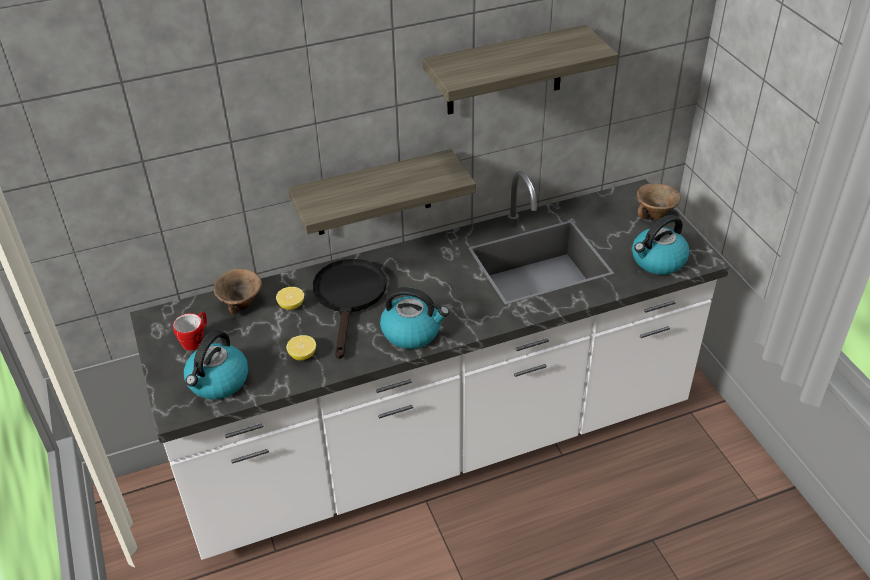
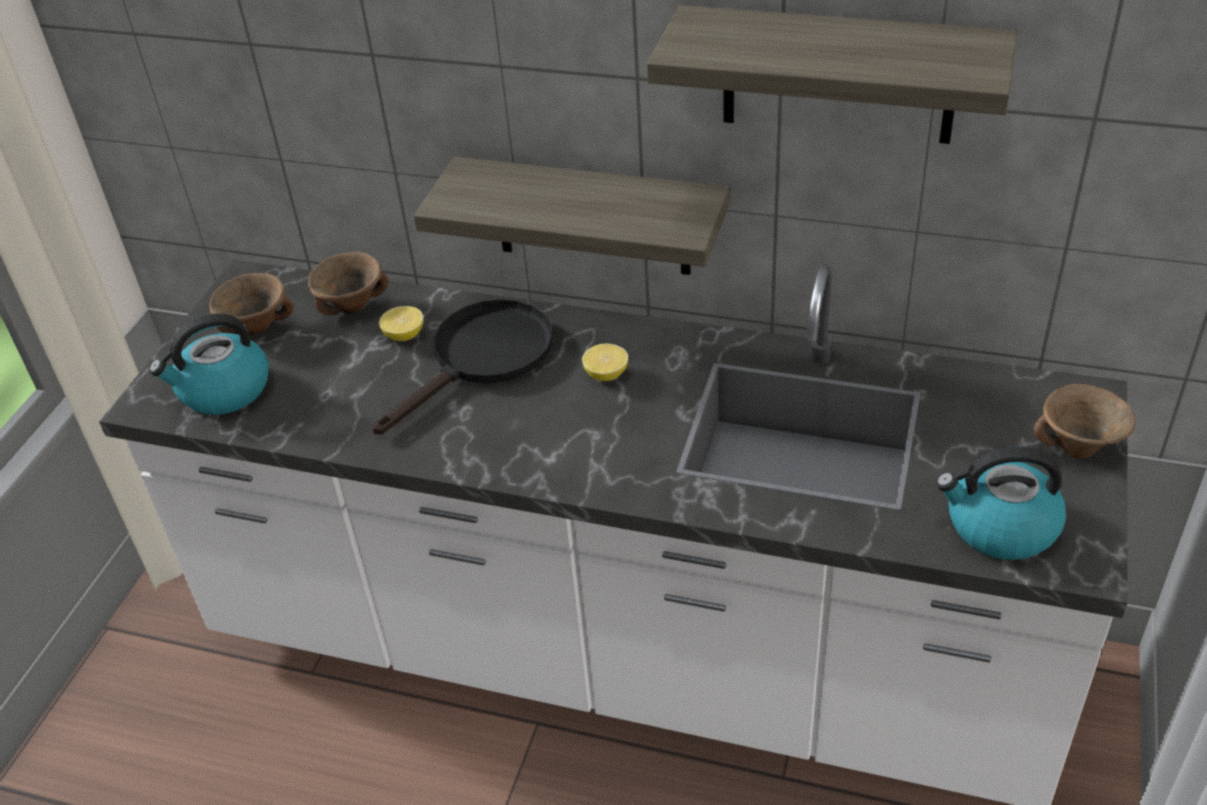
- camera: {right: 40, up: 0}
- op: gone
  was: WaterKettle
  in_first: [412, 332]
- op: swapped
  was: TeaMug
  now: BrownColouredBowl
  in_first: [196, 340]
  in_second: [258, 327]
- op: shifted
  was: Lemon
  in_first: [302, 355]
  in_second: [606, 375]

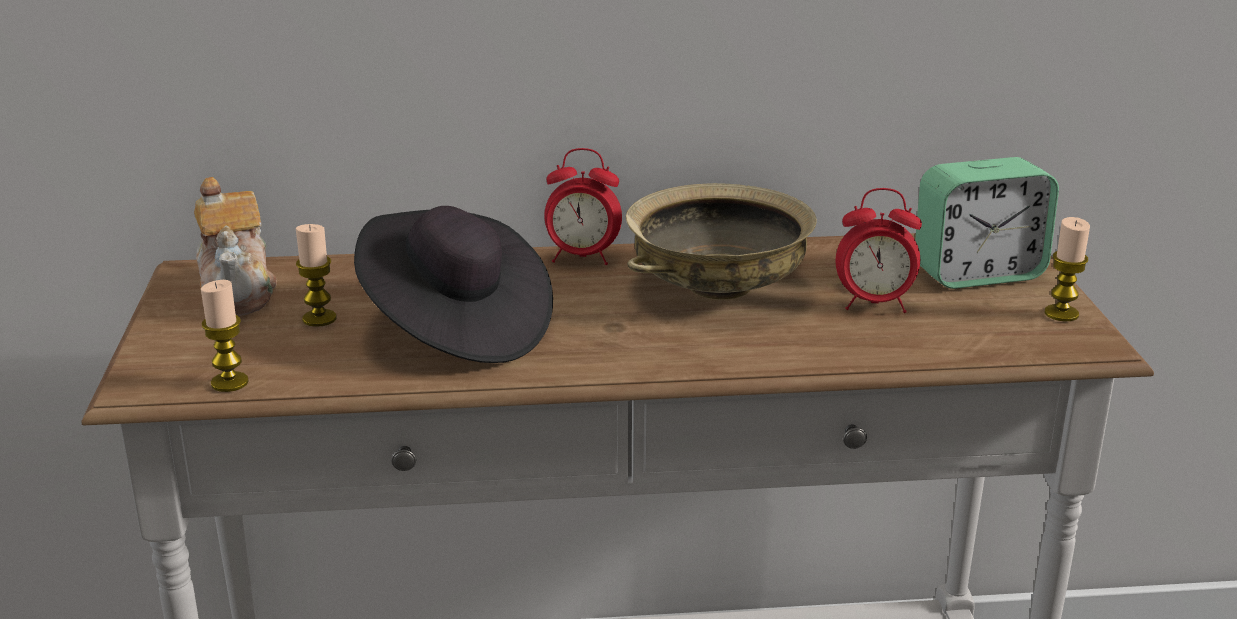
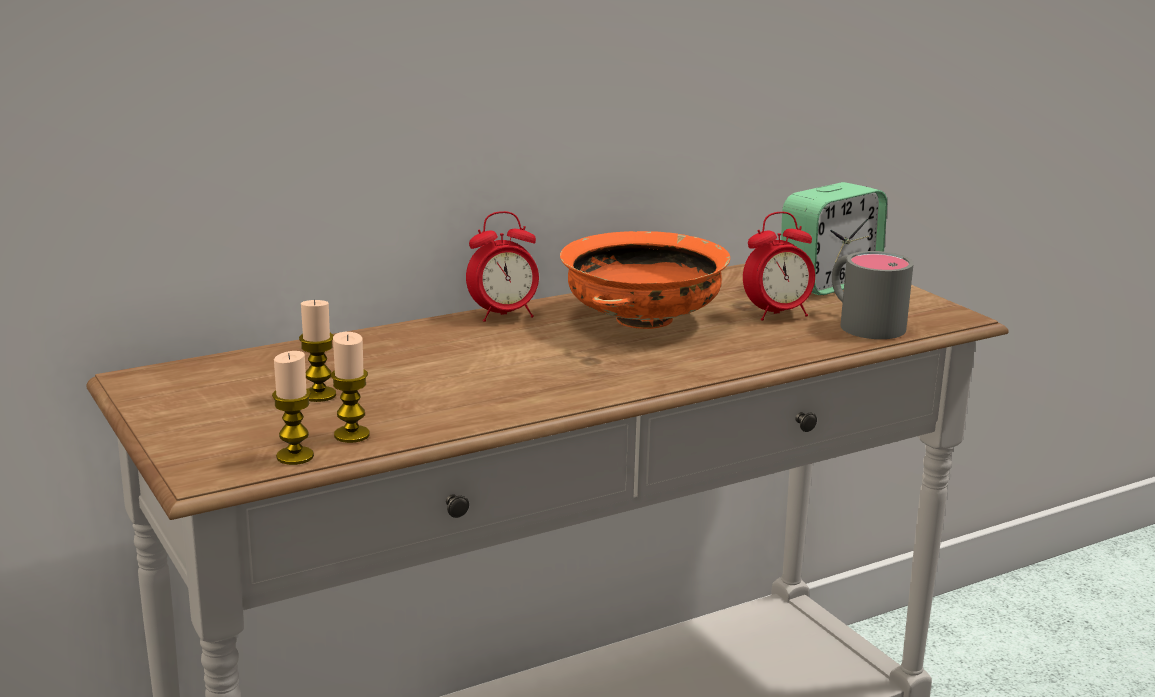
- camera: {right: -25, up: -5}
- op: gone
  was: Teapot
  in_first: [238, 292]
- op: repainted
  was: BeigeBowl
  now: OrangeyBowl
  in_first: [717, 287]
  in_second: [642, 320]
- op: gone
  was: BlackColouredClothingHat
  in_first: [455, 327]
- op: shifted
  was: WaxLight
  in_first: [1061, 314]
  in_second: [351, 435]
- op: new
  now: GrayTeaMug
  in_second: [862, 322]

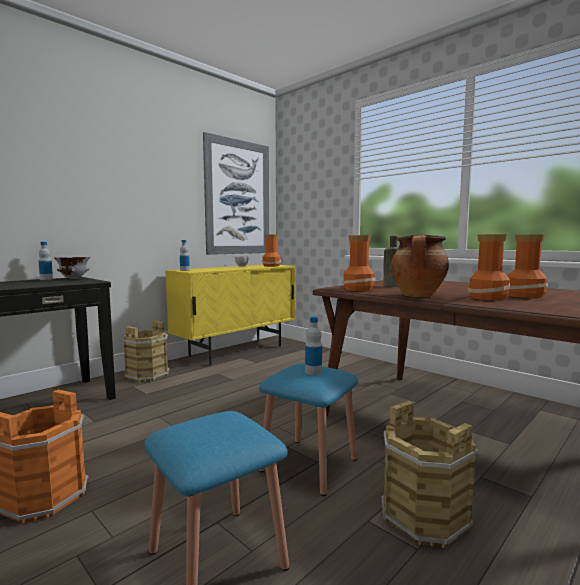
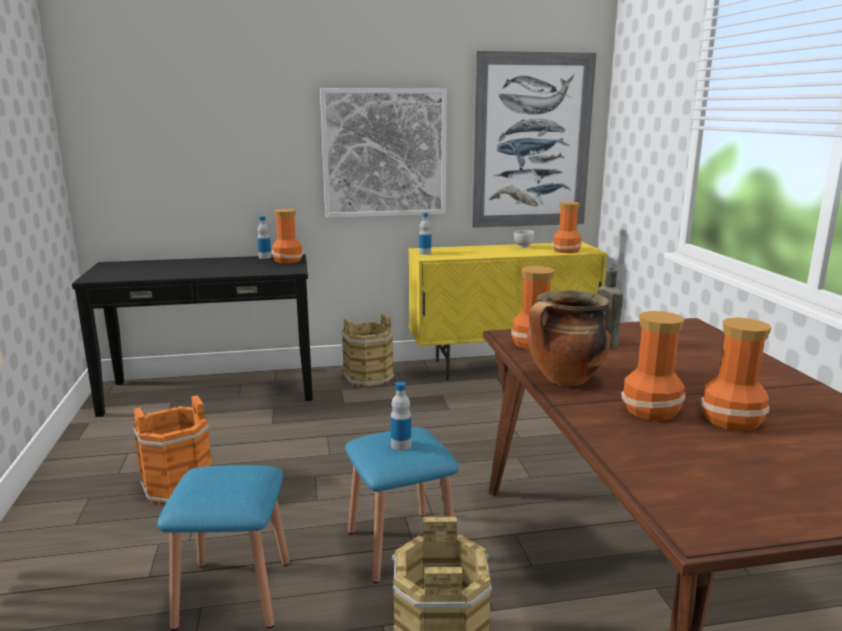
- camera: {right: 35, up: 10}
- op: swapped
  was: GrayBowl
  now: Vase
  in_first: [73, 279]
  in_second: [287, 260]
- op: new
  now: Picture
  in_second: [384, 153]

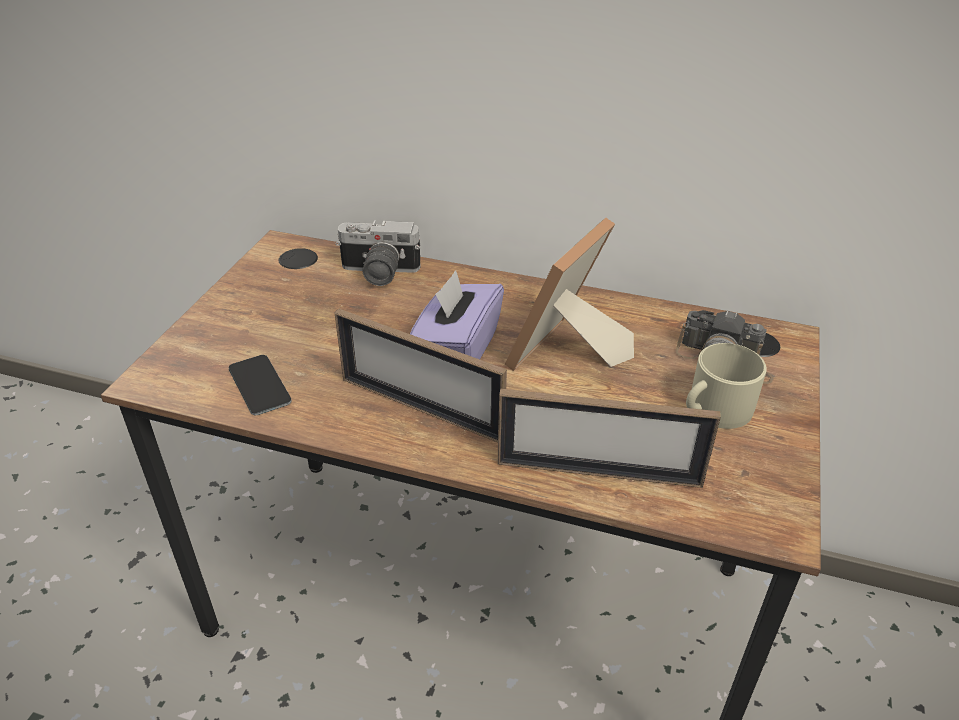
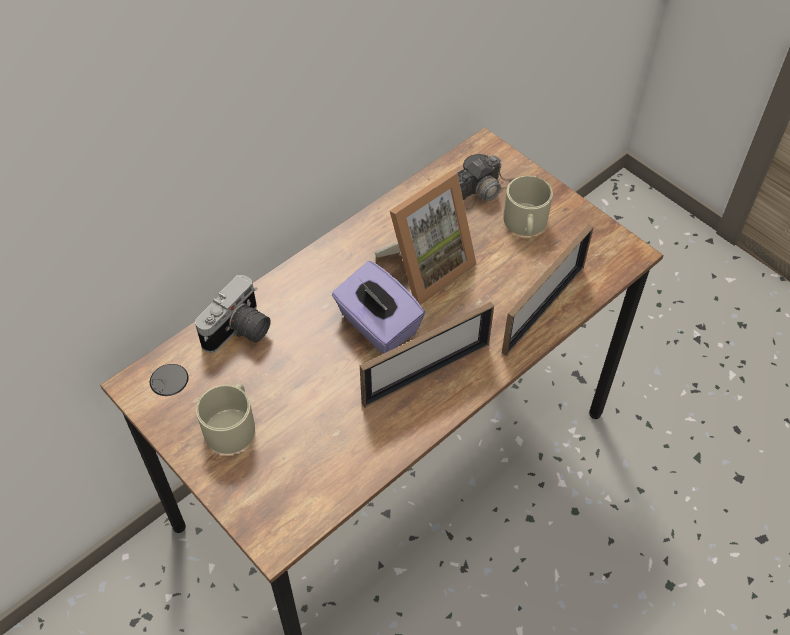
- camera: {right: -60, up: 15}
- op: rotated
  was: StandingFrame
  in_first: [566, 355]
  in_second: [425, 267]
  clockwise: -105
- op: gone
  was: Handset
  in_first: [259, 385]
- op: new
  now: BeigeTeaMug
  in_second: [232, 425]

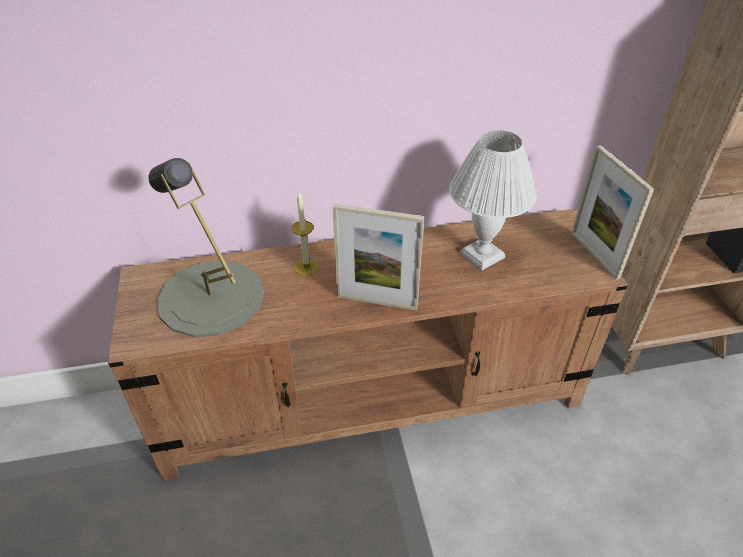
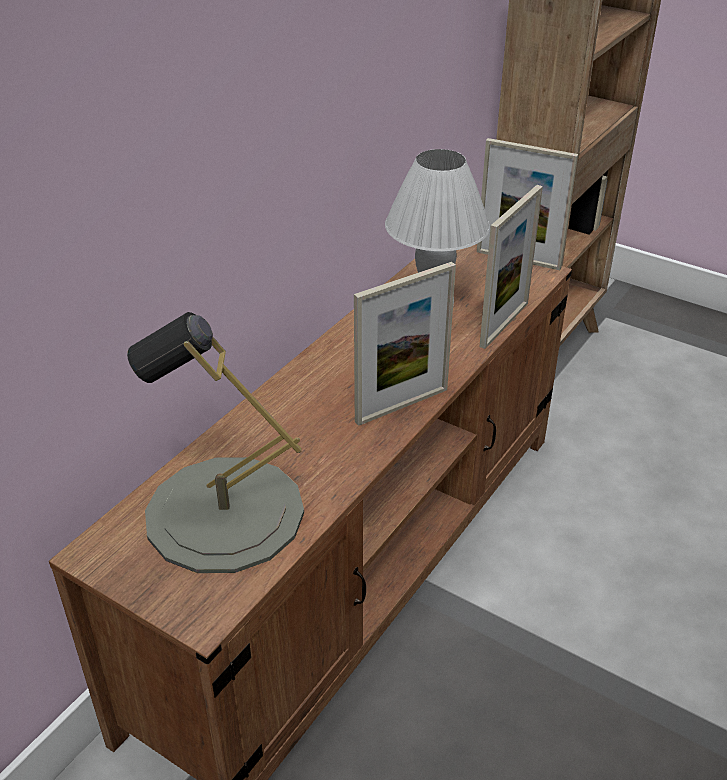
- camera: {right: -45, up: -5}
- op: gone
  was: WaxLight
  in_first: [306, 267]
- op: new
  now: StandingFrame
  in_second: [504, 324]

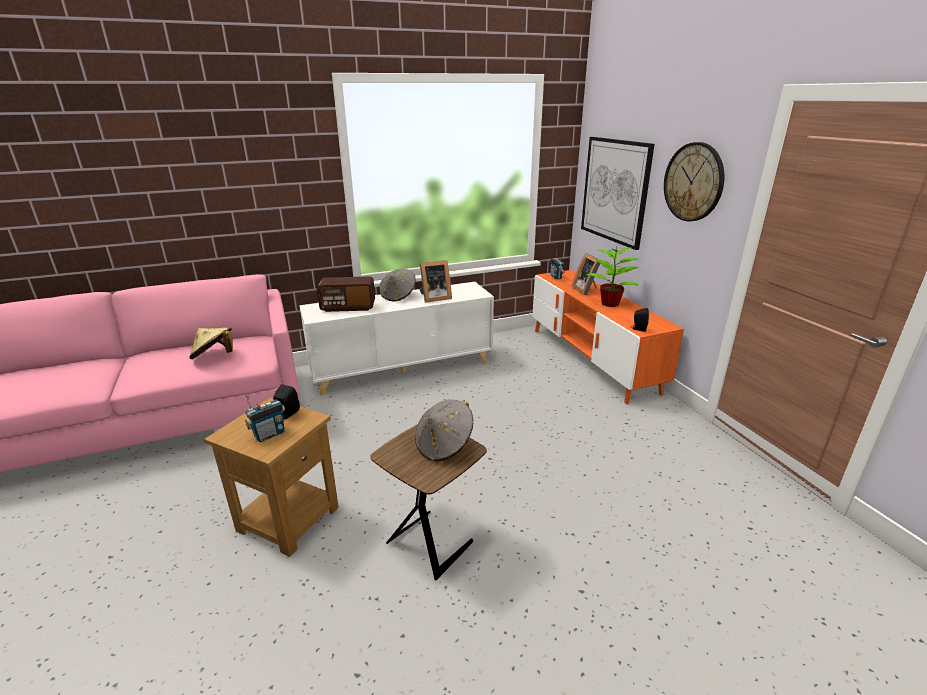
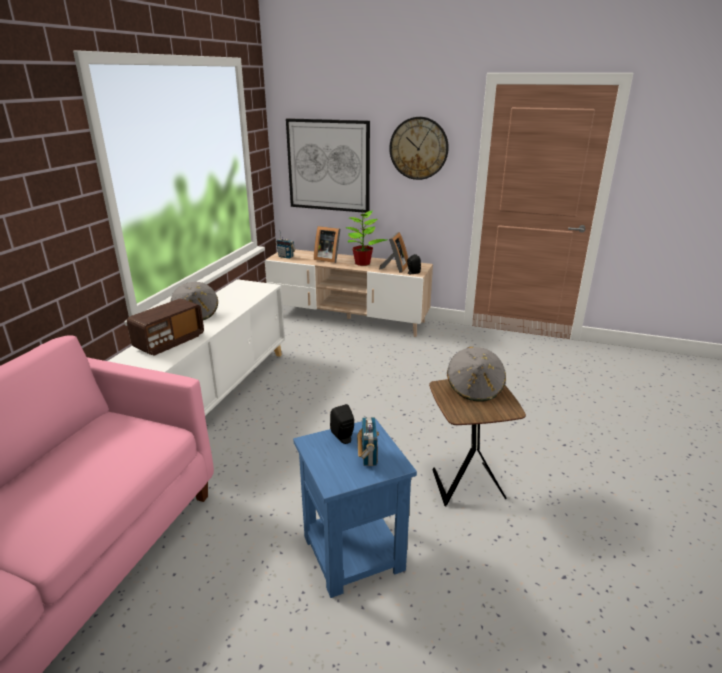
- camera: {right: -50, up: 0}
- op: shifted
  was: StandingFrame
  in_first: [434, 298]
  in_second: [395, 268]
- op: repainted
  was: OrangeyMediaConsole
  now: BeigeMediaConsole
  in_first: [591, 359]
  in_second: [348, 318]
- op: gone
  was: BeigeClothingHat
  in_first: [214, 356]
- op: repainted
  was: BrownColouredEndTable
  now: BlueEndTable
  in_first: [289, 518]
  in_second: [352, 552]

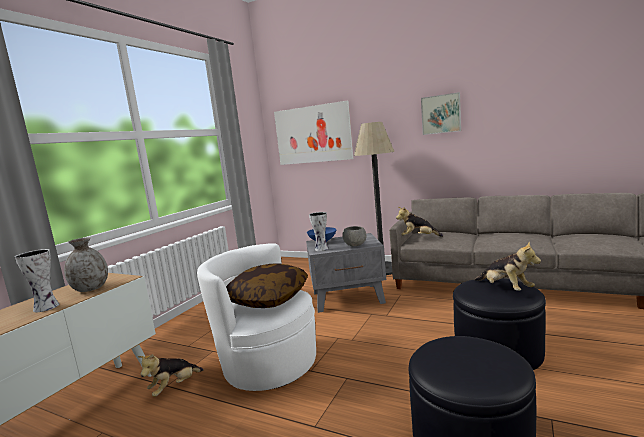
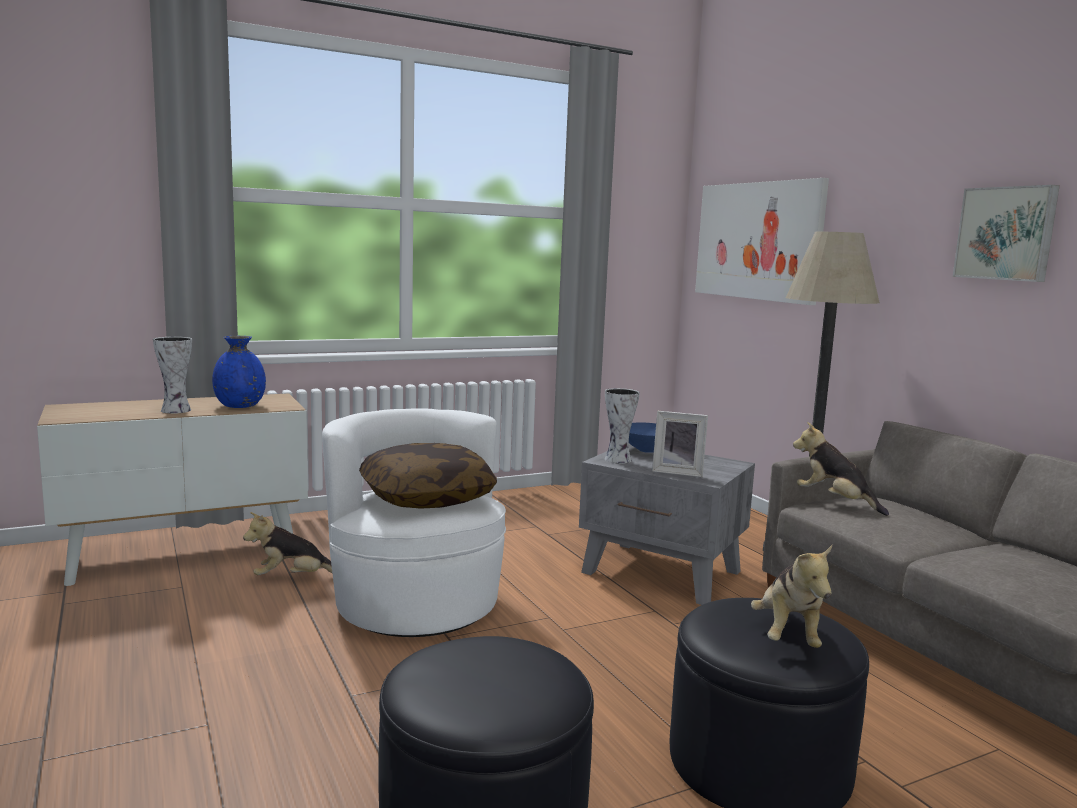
- camera: {right: 35, up: 0}
- op: swapped
  was: GrayBowl
  now: StandingFrame
  in_first: [355, 245]
  in_second: [678, 472]
- op: repainted
  was: GrayVase
  now: BlueVase
  in_first: [91, 289]
  in_second: [240, 406]

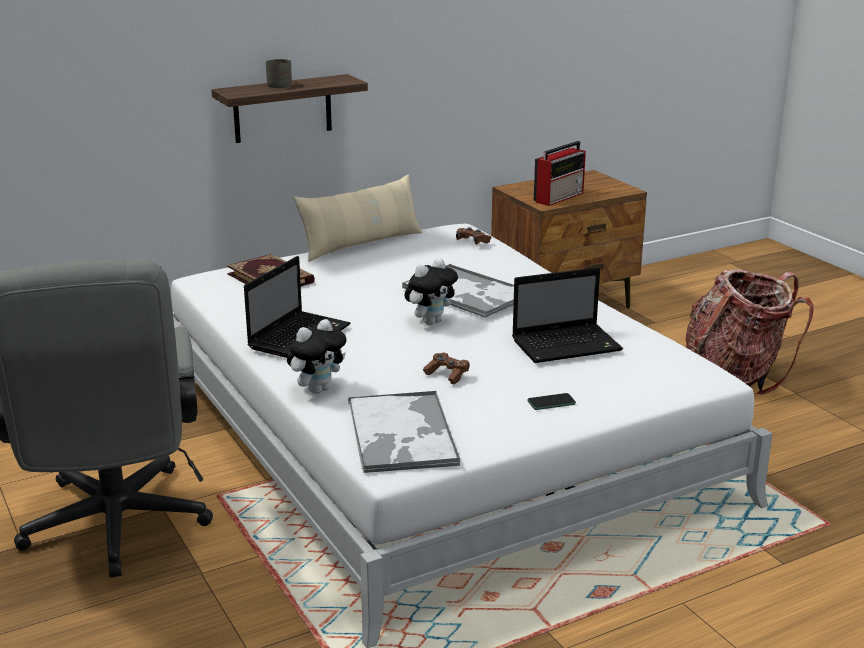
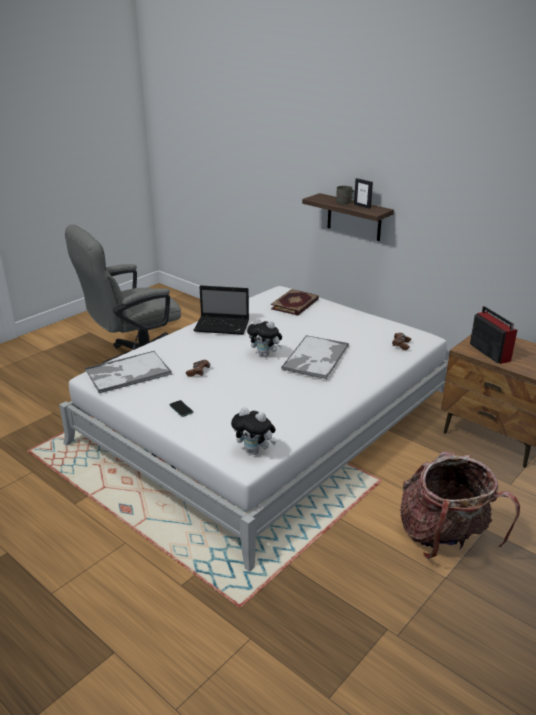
- camera: {right: 70, up: 5}
- op: rotated
  was: Radio
  in_first: [559, 197]
  in_second: [489, 352]
  clockwise: -135
- op: gone
  was: BeigeThrowPillow
  in_first: [361, 244]
- op: gone
  was: PortableComputer
  in_first: [568, 345]
- op: shifted
  was: CuddlyToy
  in_first: [318, 389]
  in_second: [254, 451]
- op: new
  now: StandingFrame
  in_second: [362, 206]

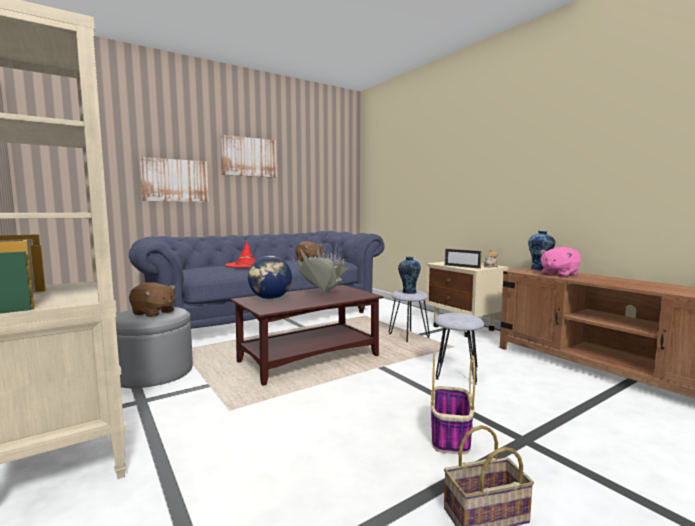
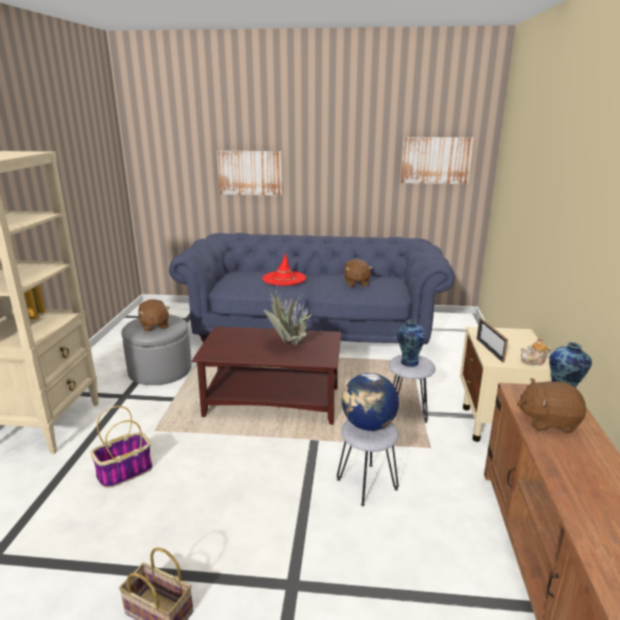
- camera: {right: 40, up: 15}
- op: shifted
  was: Picture
  in_first: [249, 157]
  in_second: [435, 160]
- op: repainted
  was: PinkColouredCuddlyToy
  now: BrownColouredCuddlyToy
  in_first: [559, 274]
  in_second: [548, 421]
- op: shifted
  was: WorldGlobe
  in_first: [270, 298]
  in_second: [368, 425]
- op: shifted
  was: StorageBasket
  in_first: [450, 436]
  in_second: [124, 472]

